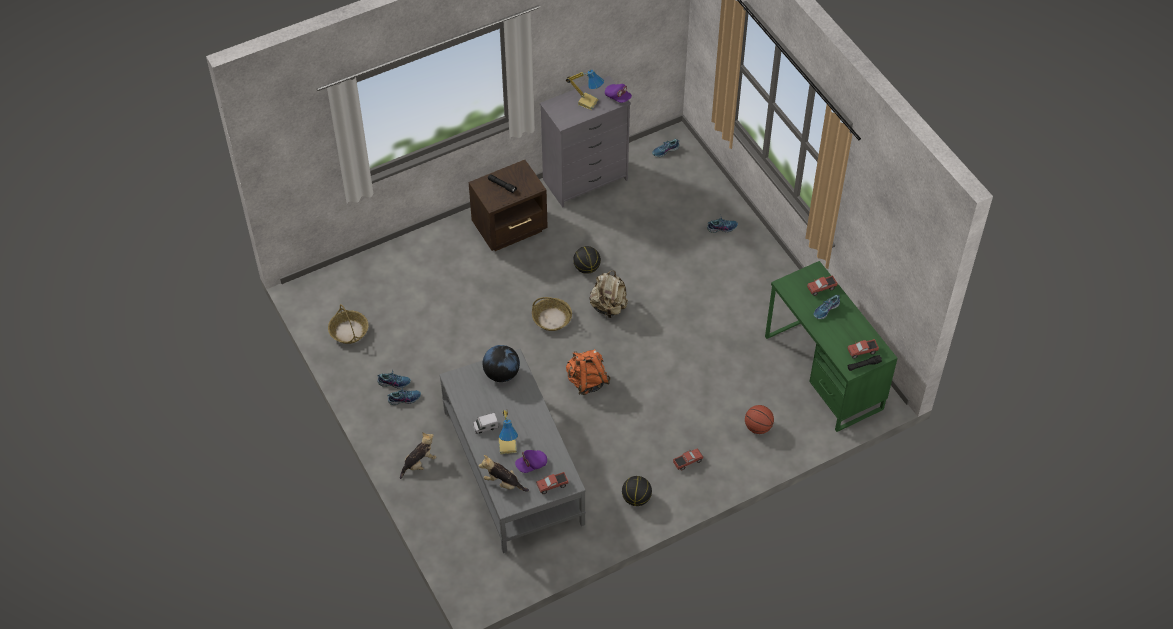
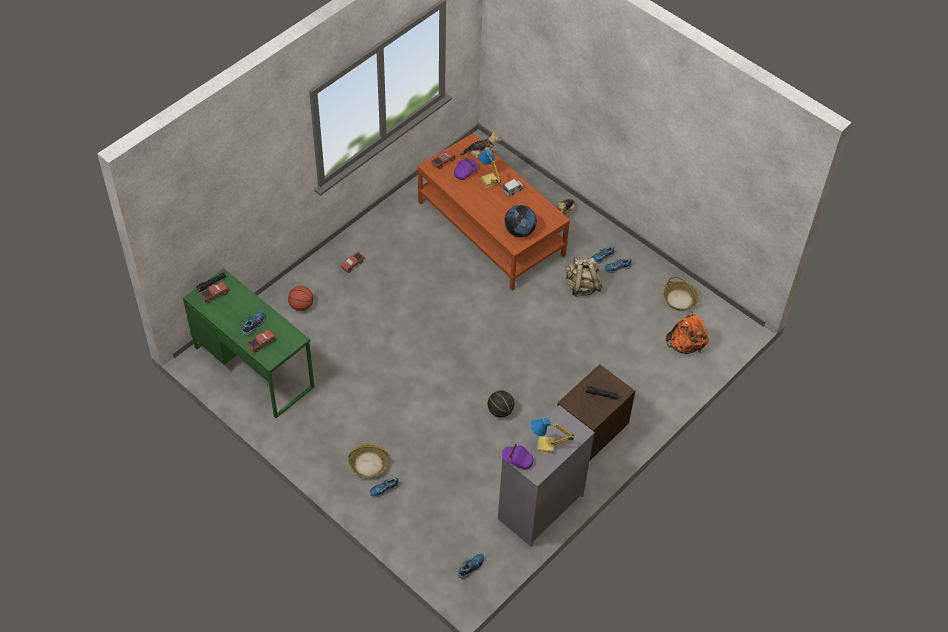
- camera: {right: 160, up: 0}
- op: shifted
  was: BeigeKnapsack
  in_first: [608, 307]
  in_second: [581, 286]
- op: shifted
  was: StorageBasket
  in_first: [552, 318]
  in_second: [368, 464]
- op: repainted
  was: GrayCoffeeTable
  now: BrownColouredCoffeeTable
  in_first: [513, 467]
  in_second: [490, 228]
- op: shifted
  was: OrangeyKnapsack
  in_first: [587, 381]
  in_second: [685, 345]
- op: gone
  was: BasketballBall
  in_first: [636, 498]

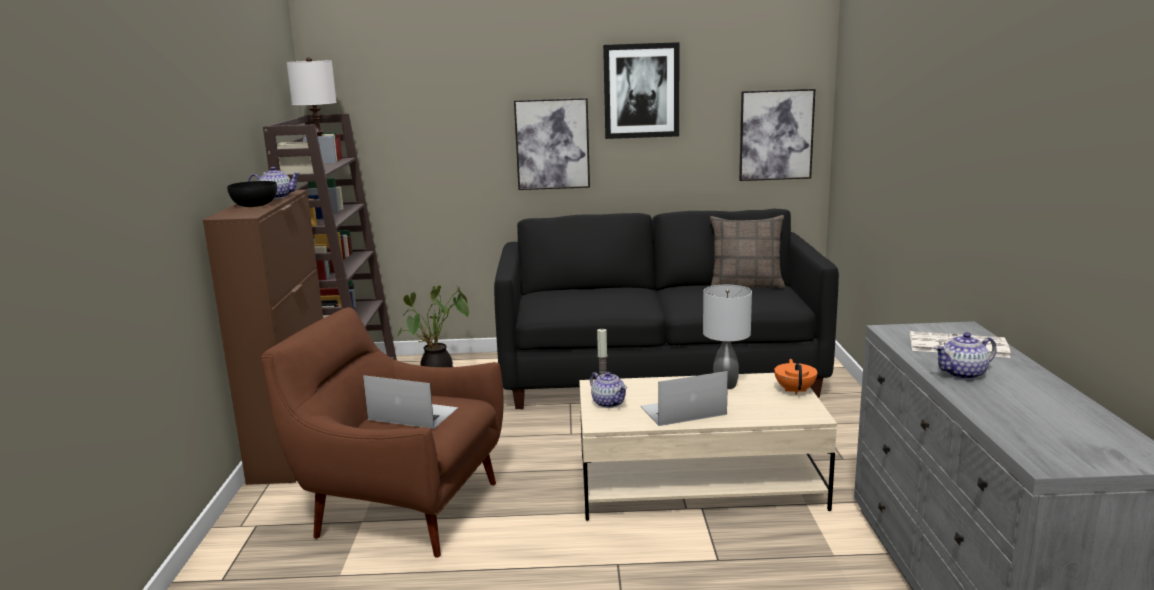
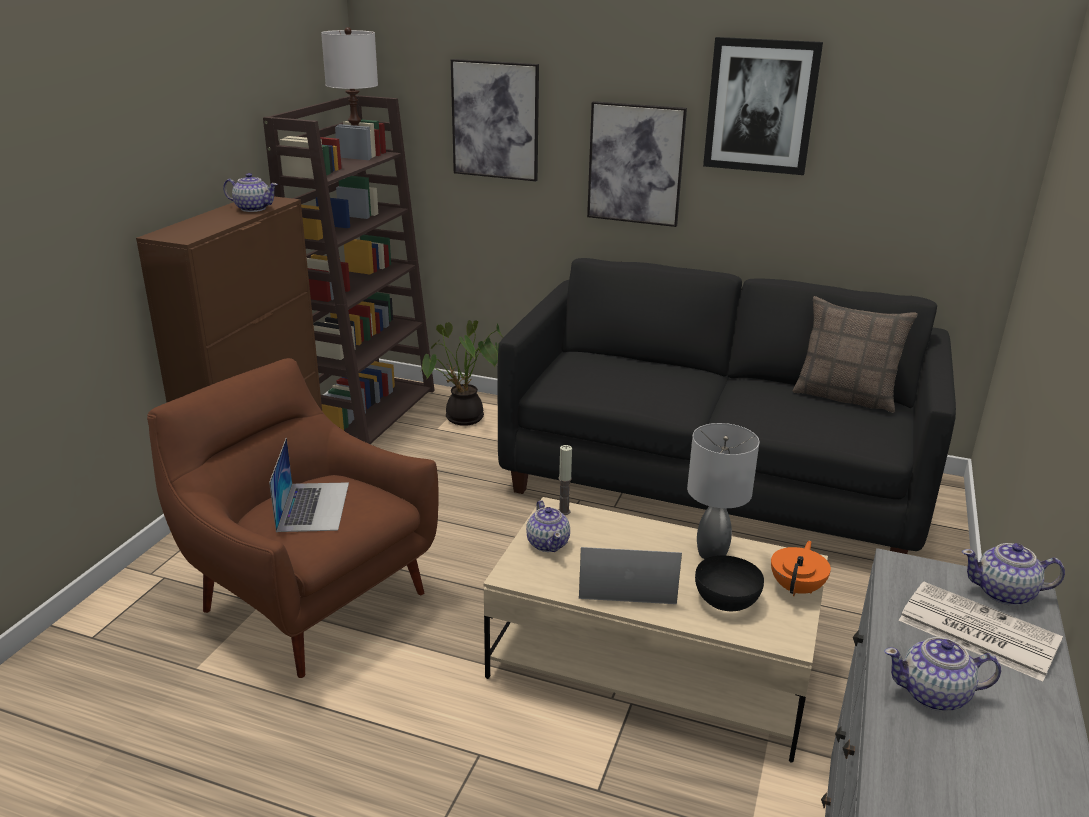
- camera: {right: 20, up: 10}
- op: shifted
  was: Picture
  in_first: [776, 135]
  in_second: [495, 120]
- op: shifted
  was: BlackColouredBowl
  in_first: [255, 205]
  in_second: [726, 599]
- op: rotated
  was: PortableComputer
  in_first: [413, 414]
  in_second: [313, 506]
  clockwise: 45
- op: new
  now: Teapot
  in_second: [1005, 593]

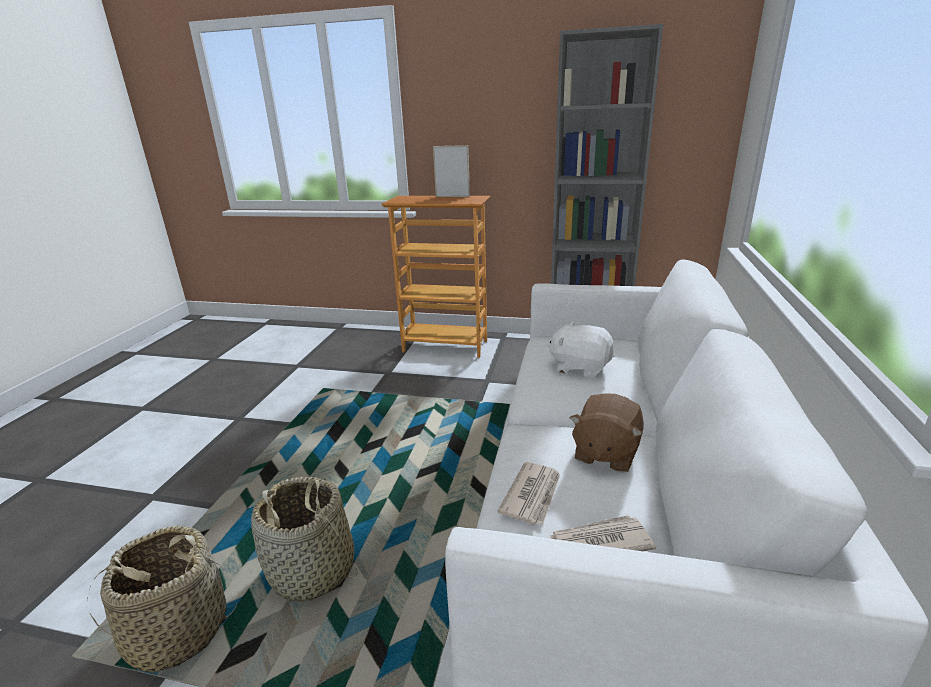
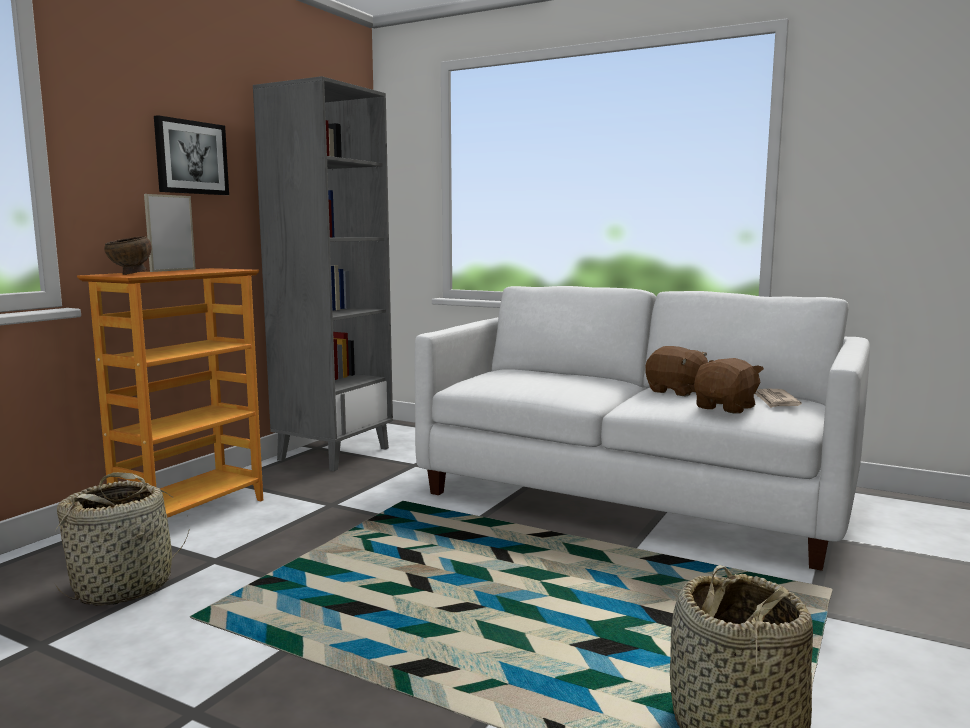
- camera: {right: -75, up: -15}
- op: gone
  was: WhiteColouredCuddlyToy
  in_first: [580, 367]
- op: swapped
  was: Newspaper
  now: BrownColouredCuddlyToy
  in_first: [532, 495]
  in_second: [726, 408]
- op: shifted
  was: StorageBasket
  in_first: [313, 571]
  in_second: [124, 586]
- op: new
  now: Picture
  in_second: [191, 157]
- op: new
  now: BrownColouredBowl
  in_second: [131, 274]

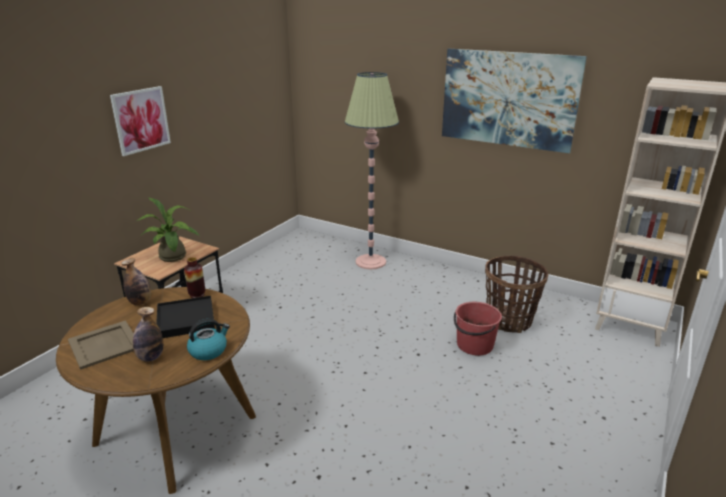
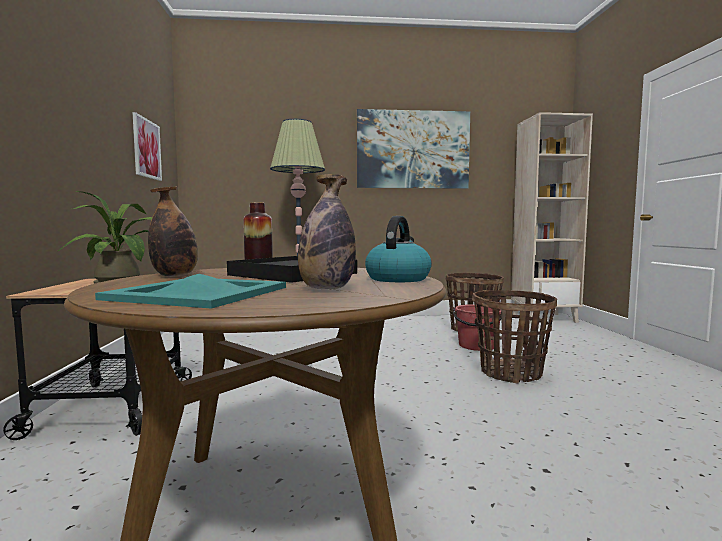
- camera: {right: -35, up: -20}
- op: shifted
  was: Picture
  in_first: [141, 120]
  in_second: [146, 148]
- op: repainted
  was: BeigeTray
  now: TurquoiseColouredTray
  in_first: [104, 344]
  in_second: [197, 293]
- op: new
  now: StorageBasket
  in_second: [511, 373]

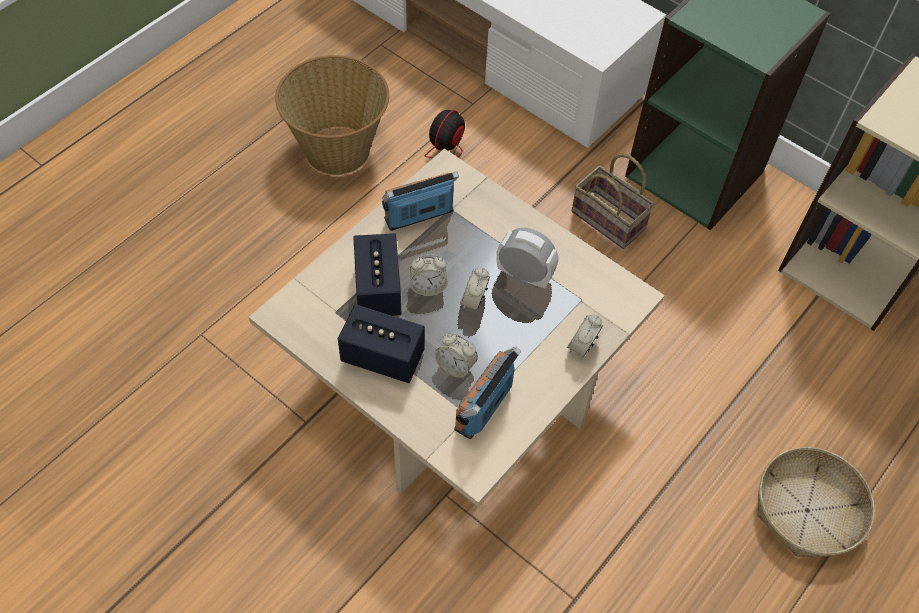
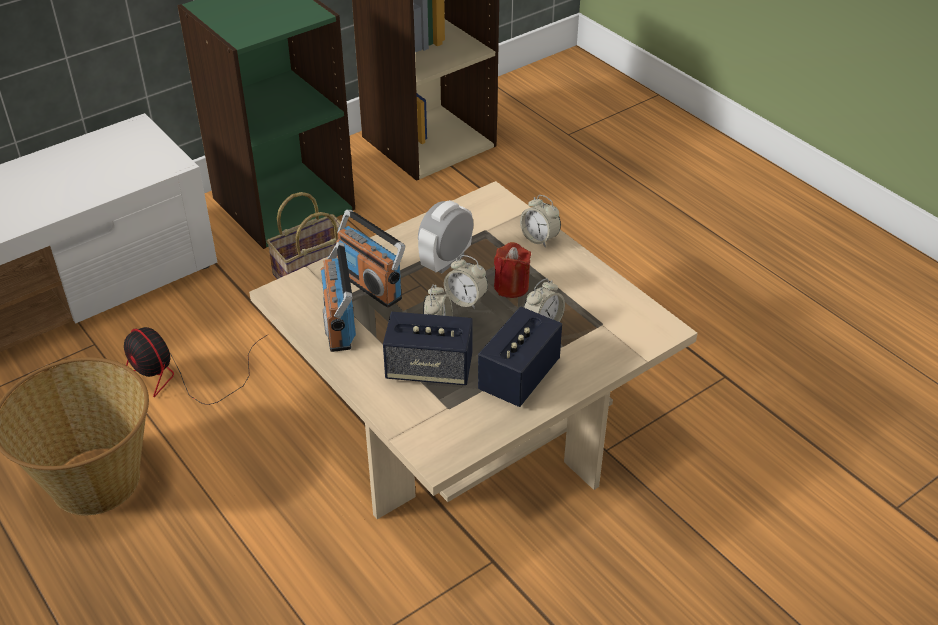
- camera: {right: -75, up: -15}
- op: shifted
  was: Radio
  in_first: [483, 406]
  in_second: [370, 285]
- op: gone
  was: StorageBasket
  in_first: [807, 511]
- op: new
  now: ReddishWaxLight
  in_second: [511, 287]

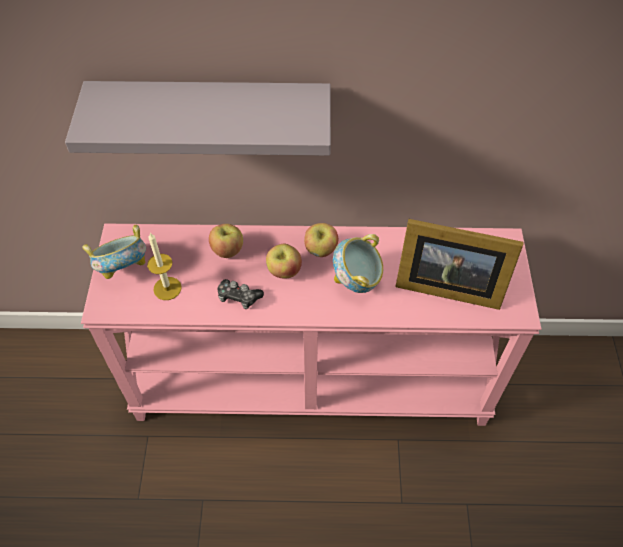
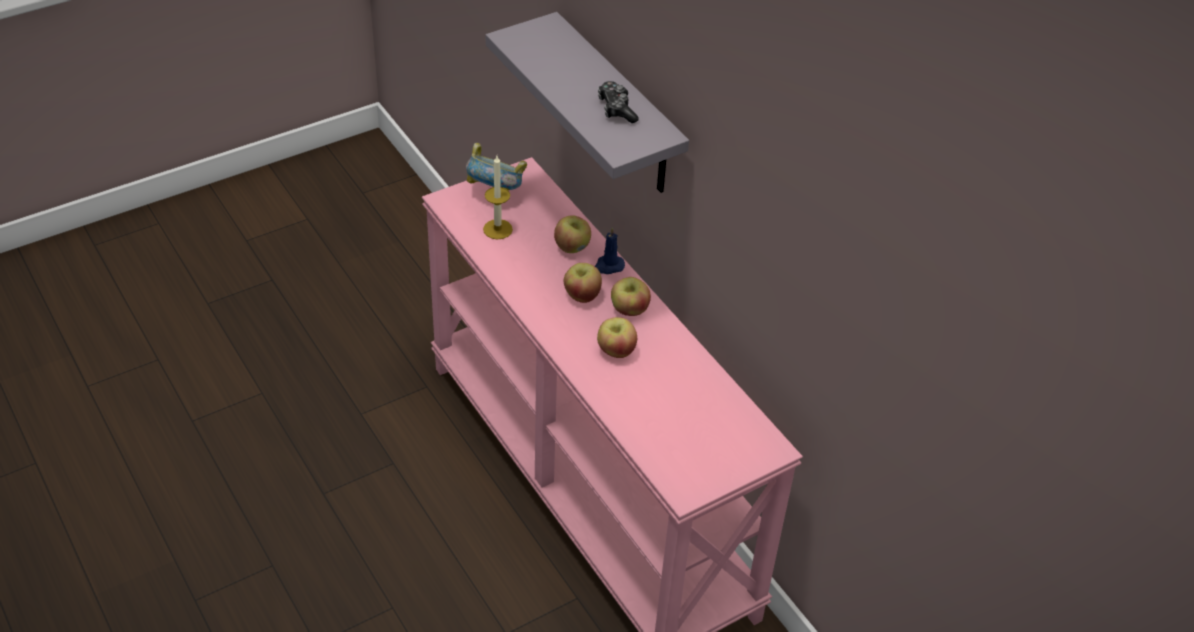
- camera: {right: 55, up: -10}
- op: gone
  was: StandingFrame
  in_first: [445, 285]
- op: swapped
  was: Bowl
  now: AppleFruit
  in_first: [357, 280]
  in_second: [616, 351]
- op: shifted
  was: Gamepad
  in_first: [238, 297]
  in_second: [616, 109]
- op: new
  now: BlueWaxLight
  in_second: [608, 266]

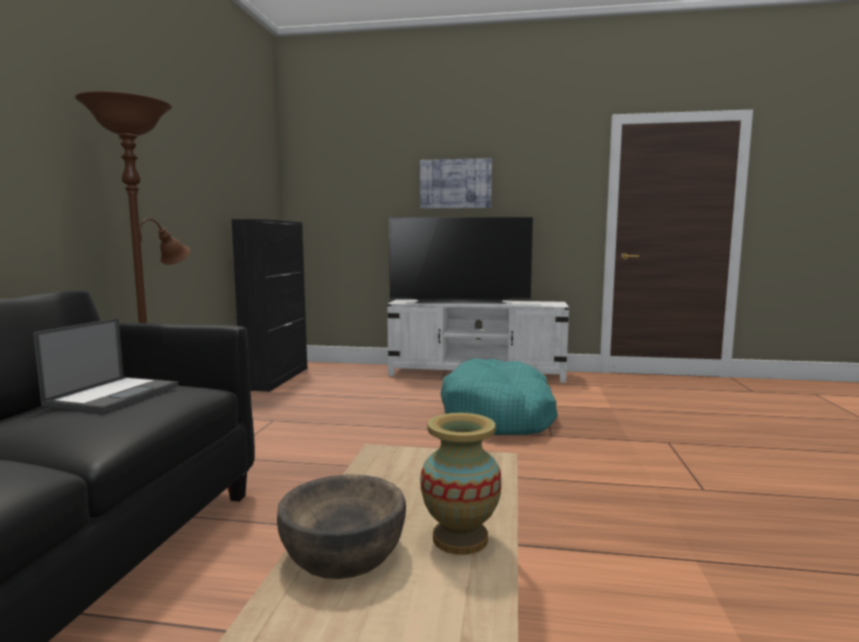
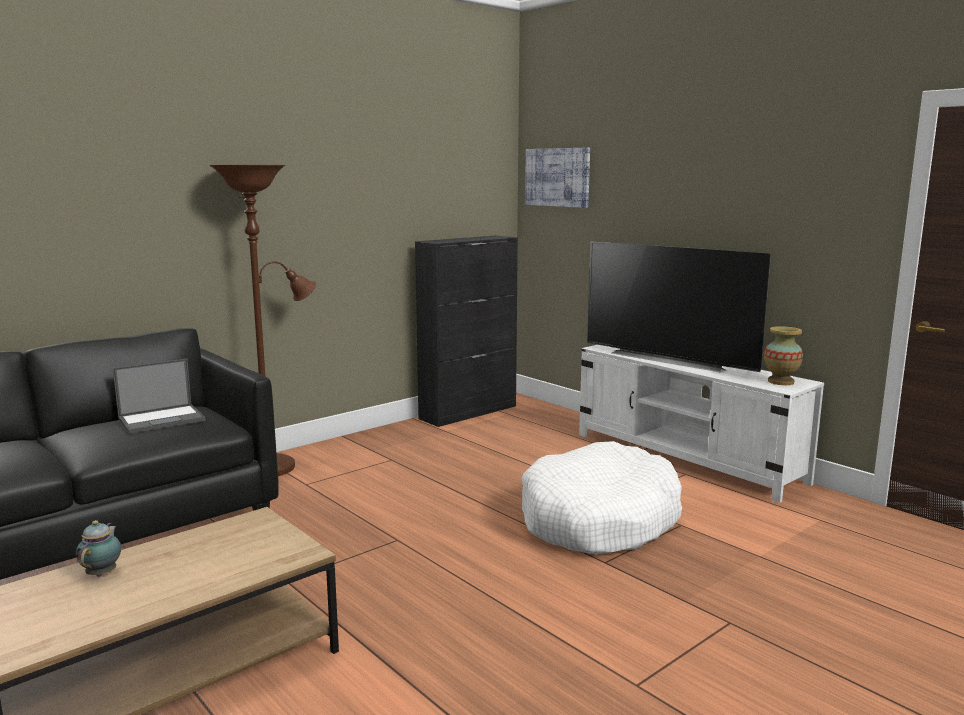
- camera: {right: 40, up: 5}
- op: shifted
  was: Picture
  in_first: [455, 184]
  in_second: [557, 177]
- op: repainted
  was: TurquoiseColouredDogCushion
  now: WhiteColouredDogCushion
  in_first: [499, 415]
  in_second: [599, 520]
- op: shifted
  was: Vase
  in_first: [460, 539]
  in_second: [781, 382]
- op: swapped
  was: BrownColouredBowl
  now: Teapot
  in_first: [344, 551]
  in_second: [103, 573]

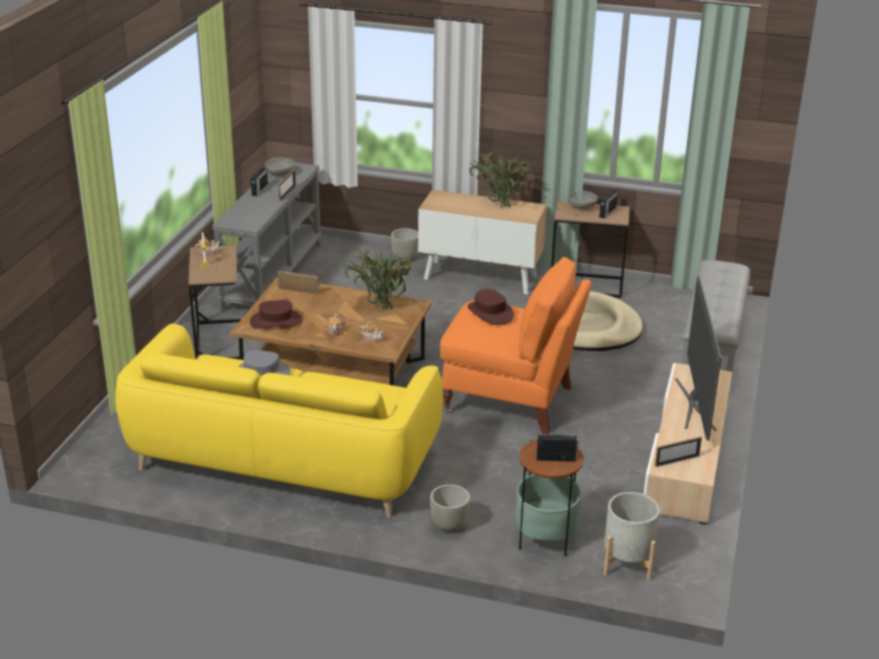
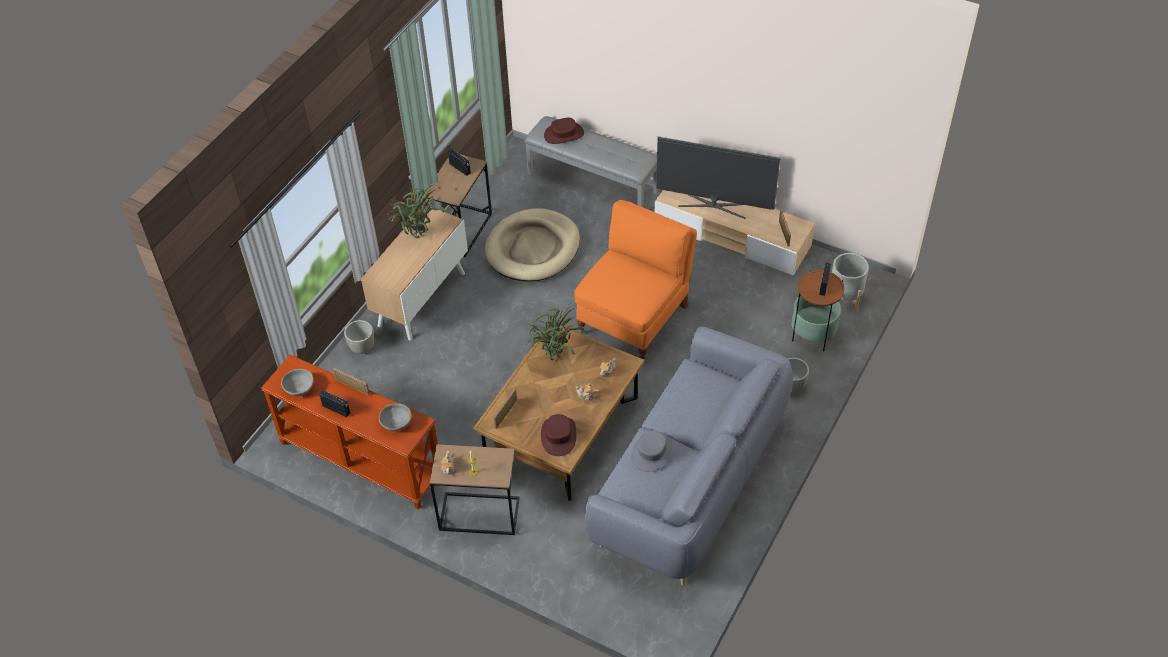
- camera: {right: -75, up: 20}
- op: repainted
  was: GrayConsoleTable
  now: BrownColouredConsoleTable
  in_first: [271, 276]
  in_second: [360, 460]
- op: shifted
  was: GrayBowl
  in_first: [582, 207]
  in_second: [397, 423]
- op: shifted
  was: BrownColouredClothingHat
  in_first: [490, 312]
  in_second: [564, 134]
- op: repainted
  was: YellowishSettee
  now: GraySettee
  in_first: [283, 461]
  in_second: [690, 480]

